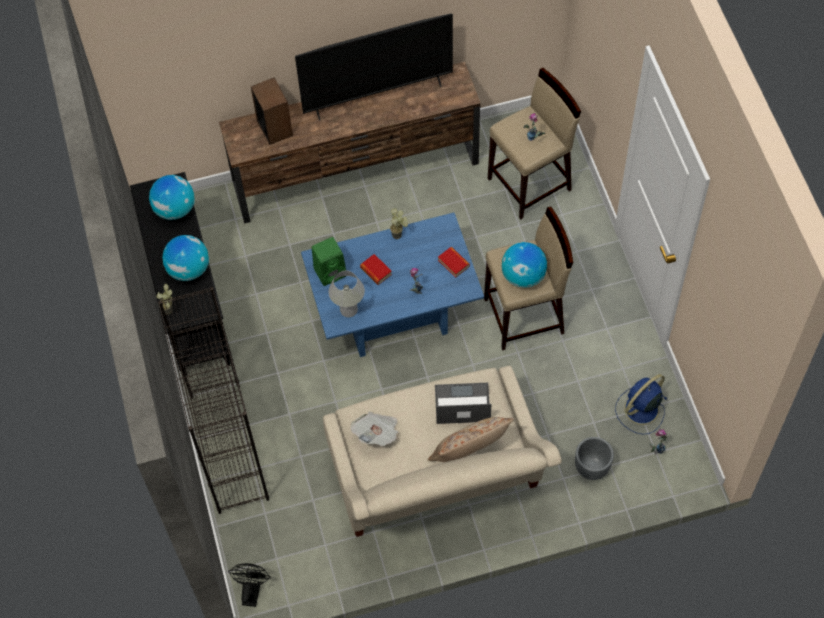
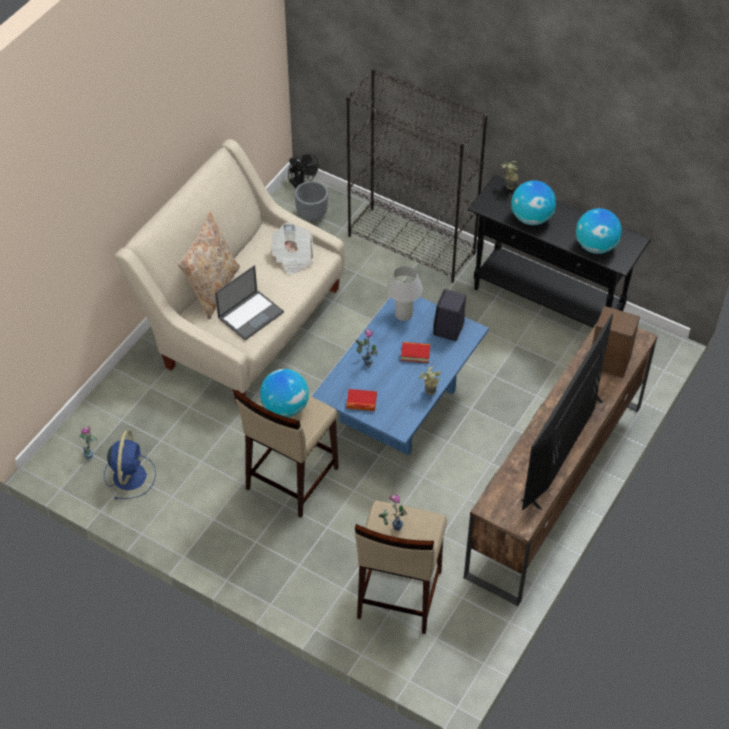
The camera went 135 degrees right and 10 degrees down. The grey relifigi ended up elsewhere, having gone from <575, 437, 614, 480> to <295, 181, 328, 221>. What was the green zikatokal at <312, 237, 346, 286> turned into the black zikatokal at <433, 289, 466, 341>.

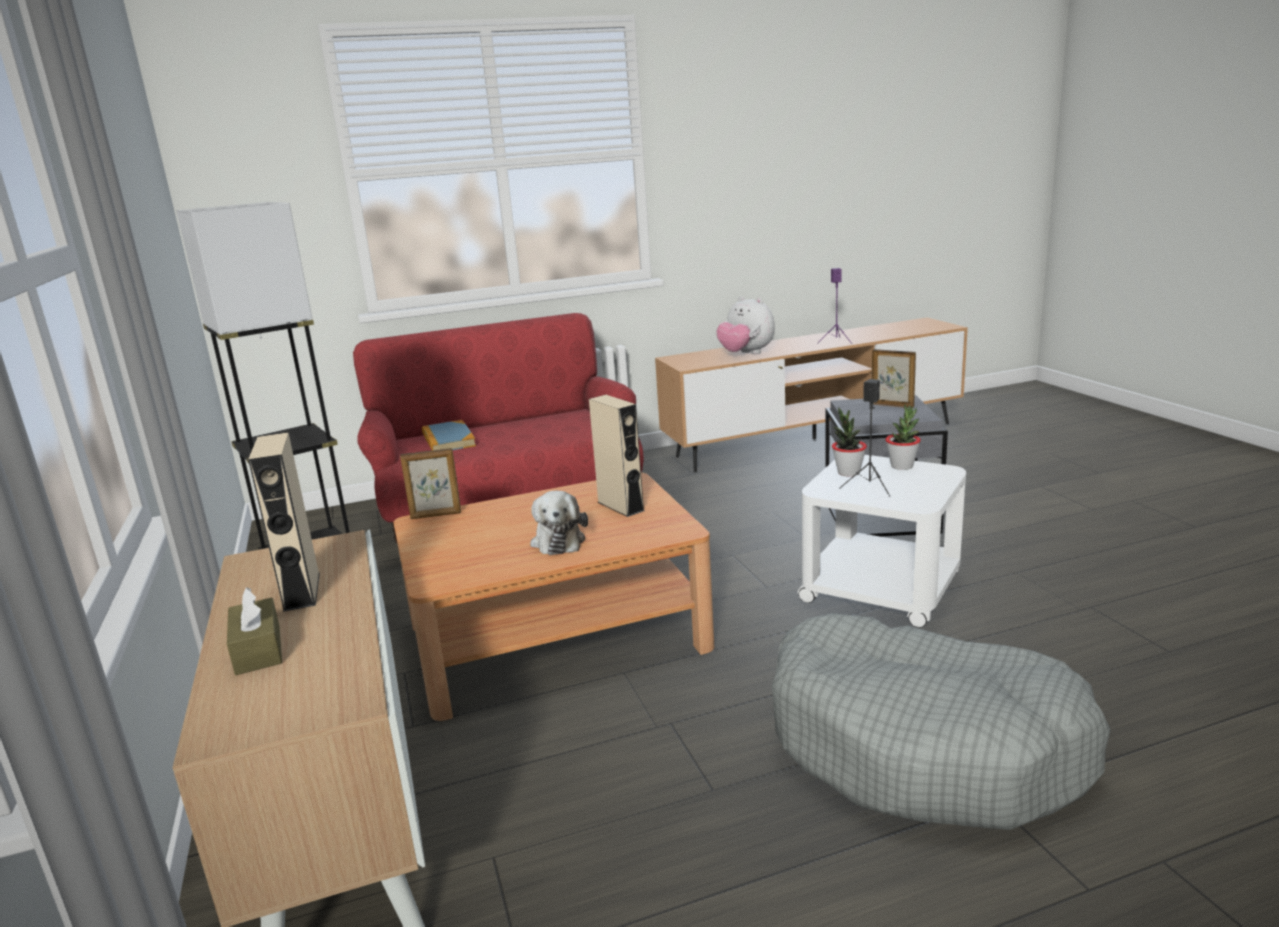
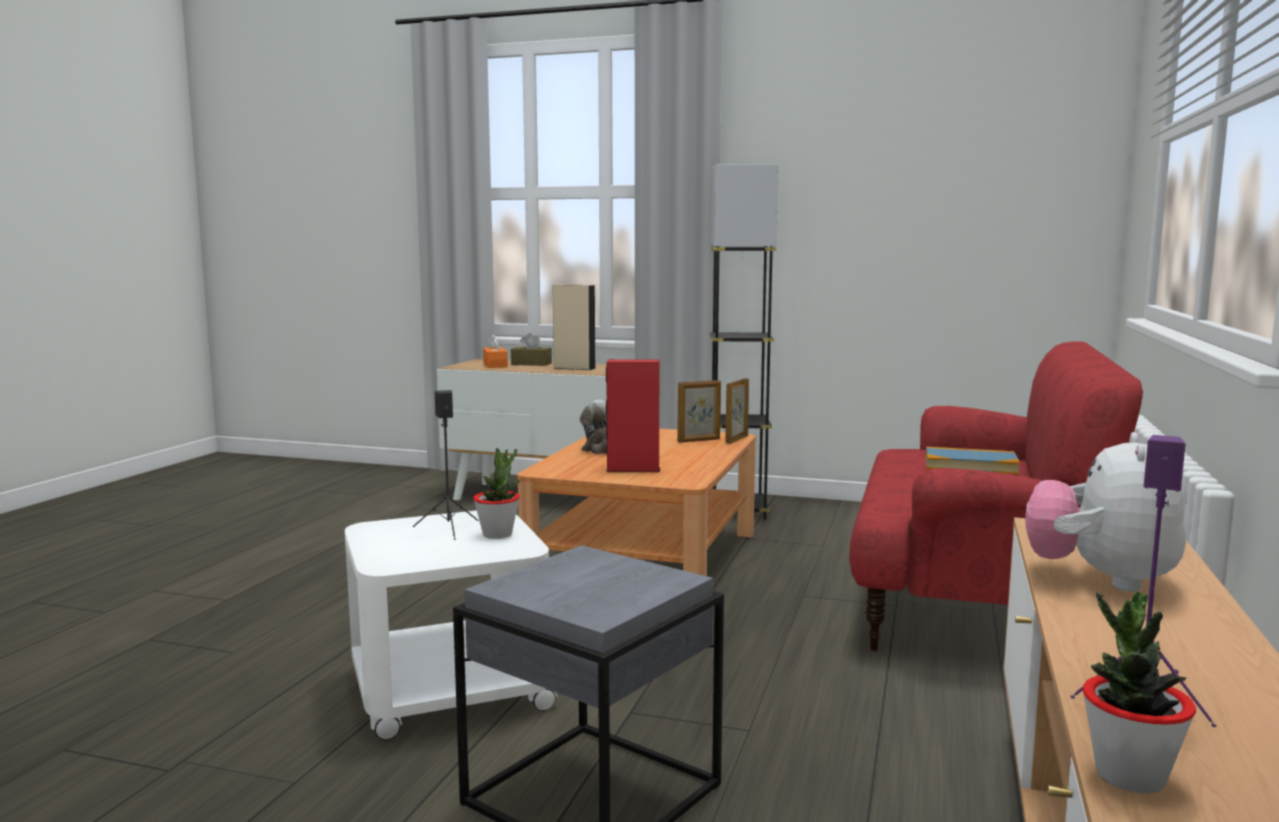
The camera went 125 degrees right and 10 degrees down. The second view lost the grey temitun at <772, 613, 1111, 830>. The second view gained the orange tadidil at <483, 334, 508, 368>. The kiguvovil ended up elsewhere, having gone from <872, 349, 916, 408> to <677, 380, 721, 443>. The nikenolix ended up elsewhere, having gone from <885, 405, 921, 470> to <1082, 591, 1196, 794>. What was the beige zikatokal at <589, 395, 644, 517> turned into the red zikatokal at <606, 359, 660, 472>. The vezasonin at <717, 297, 775, 354> ended up facing another way, 60 degrees counterclockwise from before.

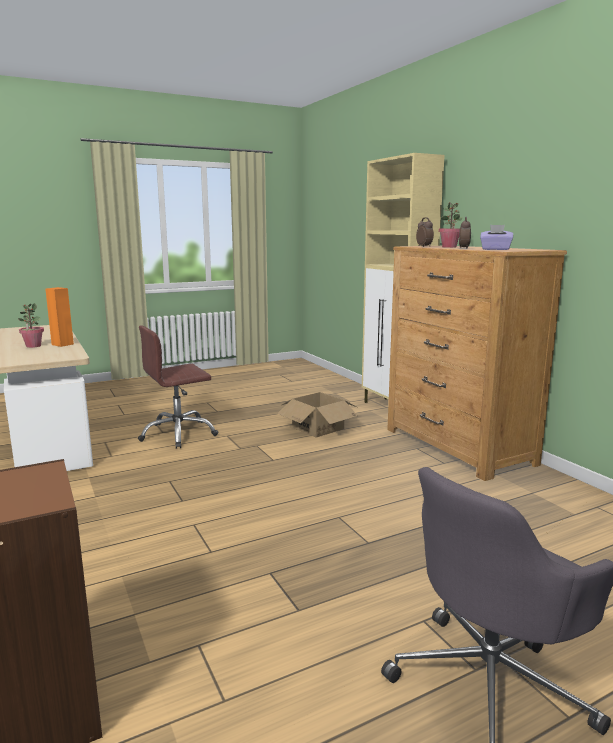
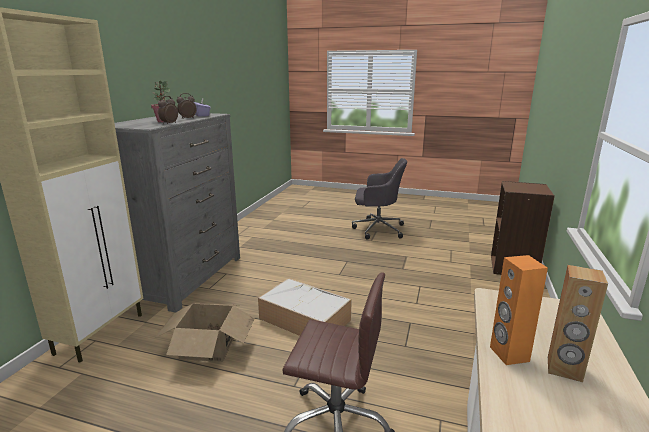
The camera went 135 degrees left and 5 degrees up. The second view gained the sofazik at <258, 278, 352, 336>. Where the nikenolix stood at <18, 303, 44, 348>, the brown zikatokal came to stand at <548, 265, 608, 382>. What was the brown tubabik at <387, 246, 567, 481> turned into the grey tubabik at <114, 113, 240, 313>.

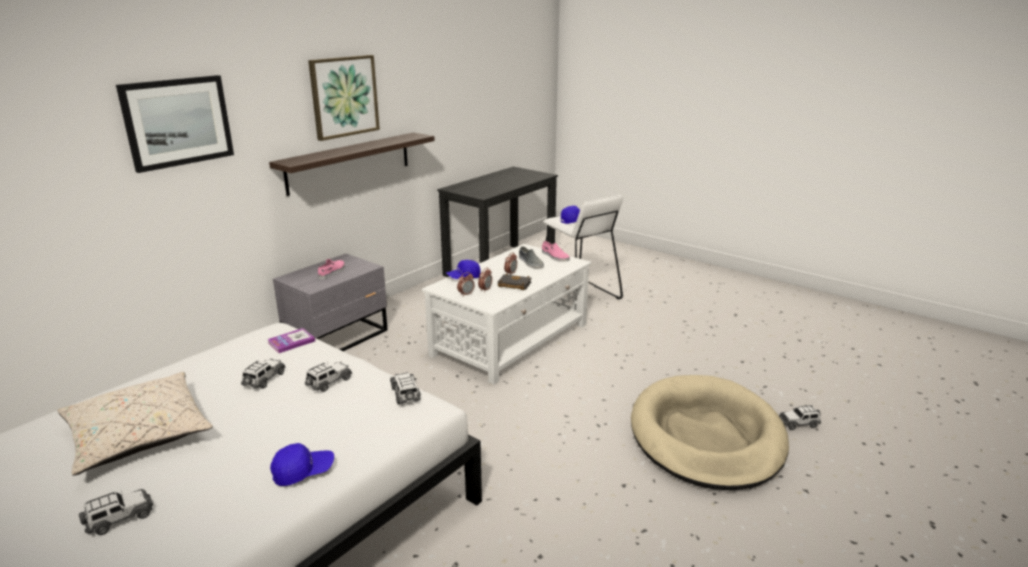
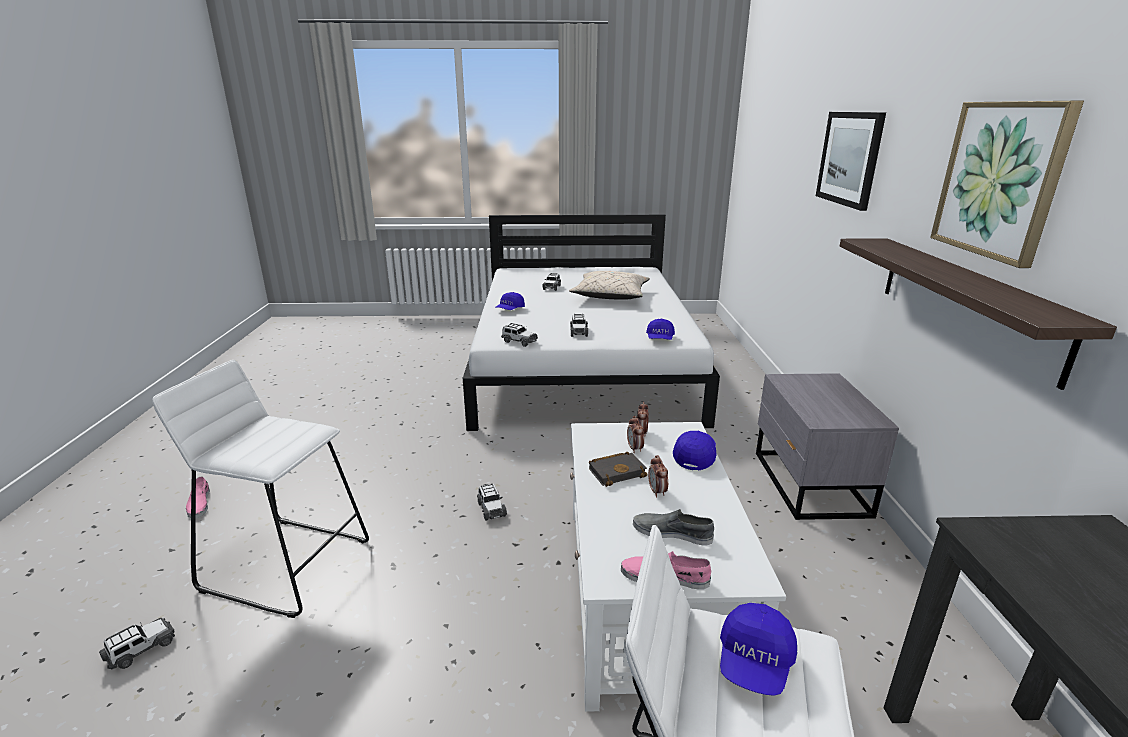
The camera went 140 degrees right and 0 degrees up. The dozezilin ended up elsewhere, having gone from <241, 358, 286, 389> to <477, 483, 507, 521>. The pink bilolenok ended up elsewhere, having gone from <318, 259, 345, 279> to <186, 477, 210, 518>. Where the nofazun stood at <267, 328, 315, 353>, the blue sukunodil came to stand at <646, 318, 675, 340>. Where the beige temitun stood at <631, 375, 789, 490>, the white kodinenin came to stand at <152, 360, 369, 618>.

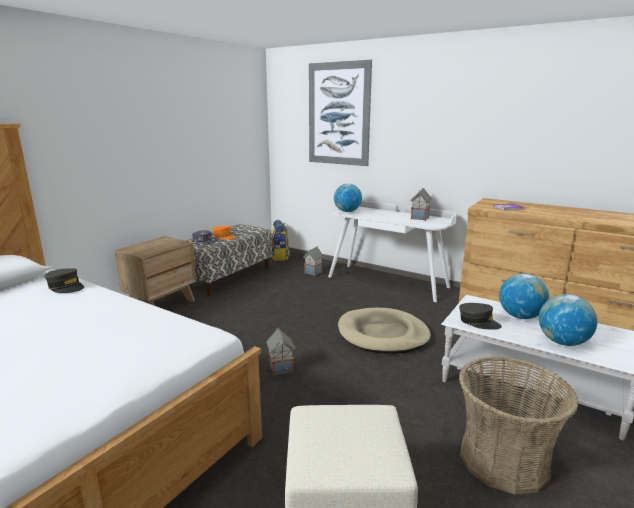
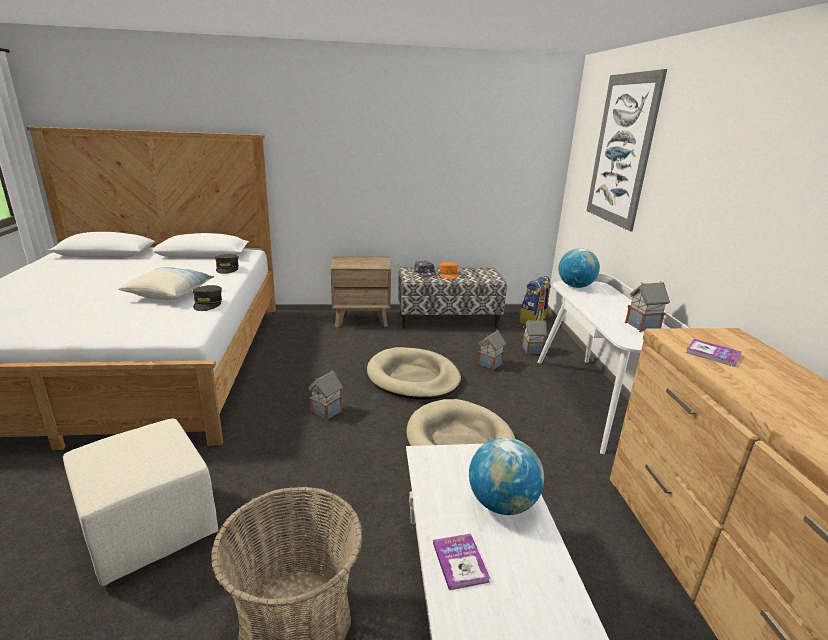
The camera went 50 degrees right and 5 degrees up. The second view gained the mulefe at <118, 267, 214, 300>. The second view gained the beige temitun at <367, 347, 461, 399>. The second view gained the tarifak at <478, 329, 506, 371>. The grey sukunodil ended up elsewhere, having gone from <459, 303, 502, 330> to <193, 285, 222, 311>. Where the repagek stood at <539, 294, 597, 346>, the nofazun came to stand at <433, 534, 490, 590>.

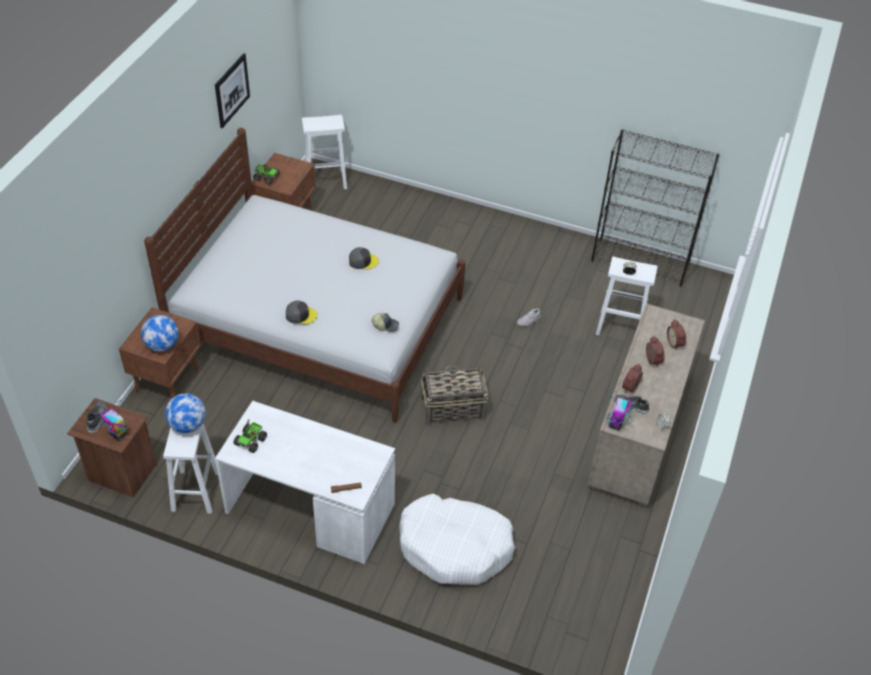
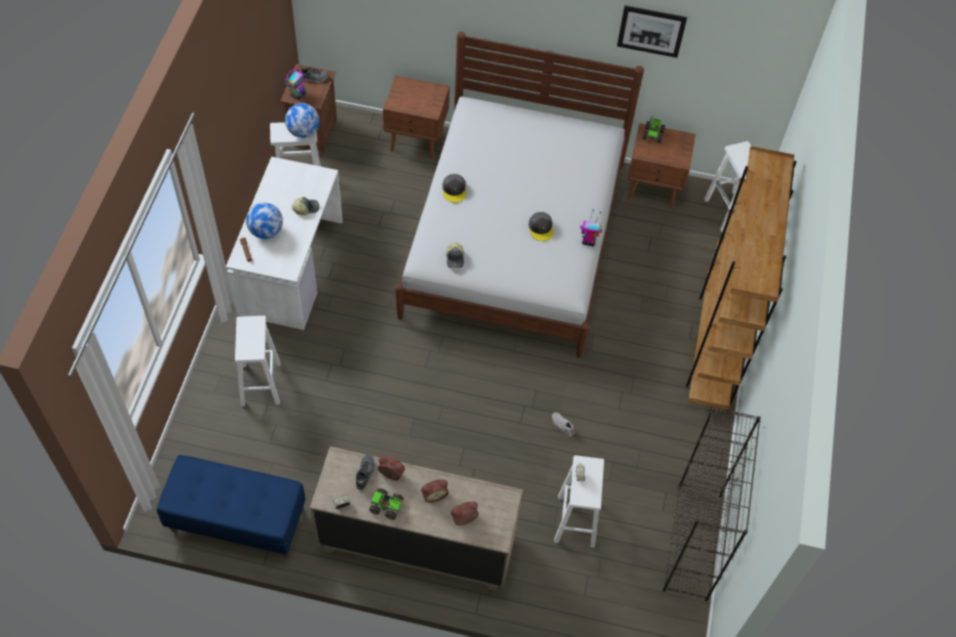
The camera went 80 degrees right and 10 degrees up. The second view lost the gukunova at <420, 365, 489, 425>. The second view gained the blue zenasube at <157, 455, 306, 558>. The second view gained the sukunodil at <291, 197, 320, 215>. The second view gained the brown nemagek at <686, 146, 797, 410>. The repagek ended up elsewhere, having gone from <141, 315, 179, 351> to <246, 202, 283, 239>. The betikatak ended up elsewhere, having gone from <233, 419, 267, 453> to <369, 488, 403, 520>. The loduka ended up elsewhere, having gone from <607, 389, 633, 430> to <580, 209, 602, 246>. Where the white temitun stood at <399, 494, 515, 585>, the white kodinenin came to stand at <235, 316, 281, 406>.

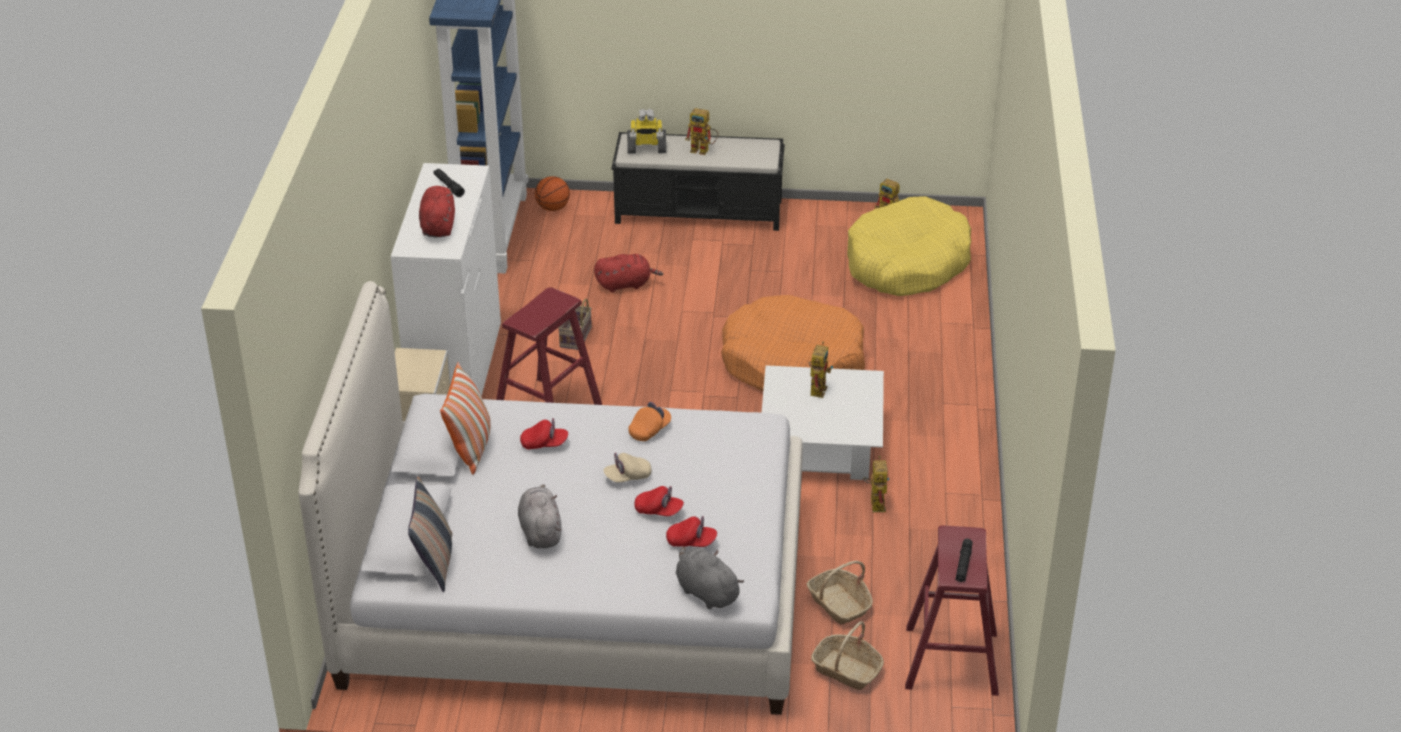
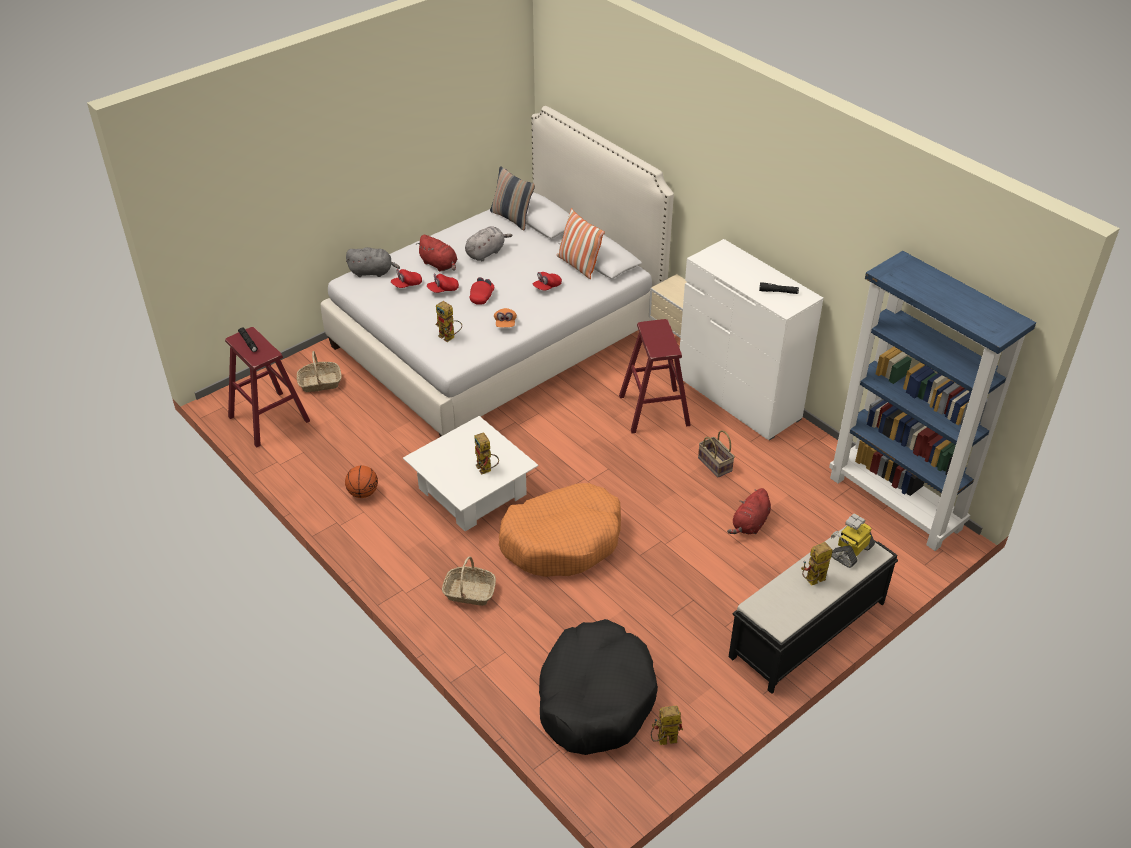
The camera went 135 degrees right and 5 degrees up. The red vezasonin ended up elsewhere, having gone from <419, 186, 455, 238> to <417, 235, 458, 271>. The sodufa ended up elsewhere, having gone from <535, 176, 570, 211> to <345, 465, 378, 498>. The gukunova ended up elsewhere, having gone from <807, 561, 873, 625> to <442, 556, 496, 606>. The loduka ended up elsewhere, having gone from <863, 456, 889, 512> to <436, 301, 462, 342>. What was the beige sukunodil at <603, 453, 651, 483> turned into the red sukunodil at <470, 277, 494, 305>. What was the yellow temitun at <847, 196, 971, 296> turned into the black temitun at <539, 619, 658, 755>. The grey vezasonin at <518, 484, 562, 548> ended up facing another way, 75 degrees counterclockwise from before.

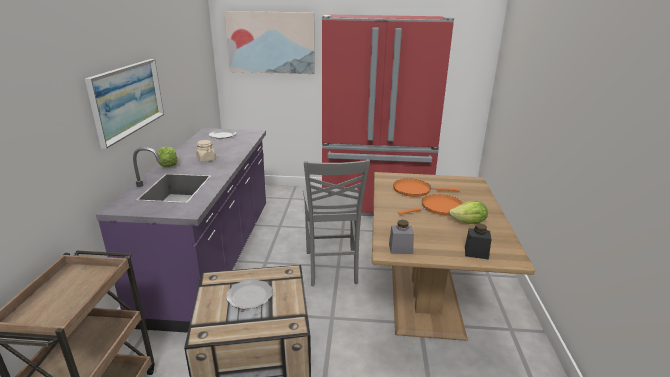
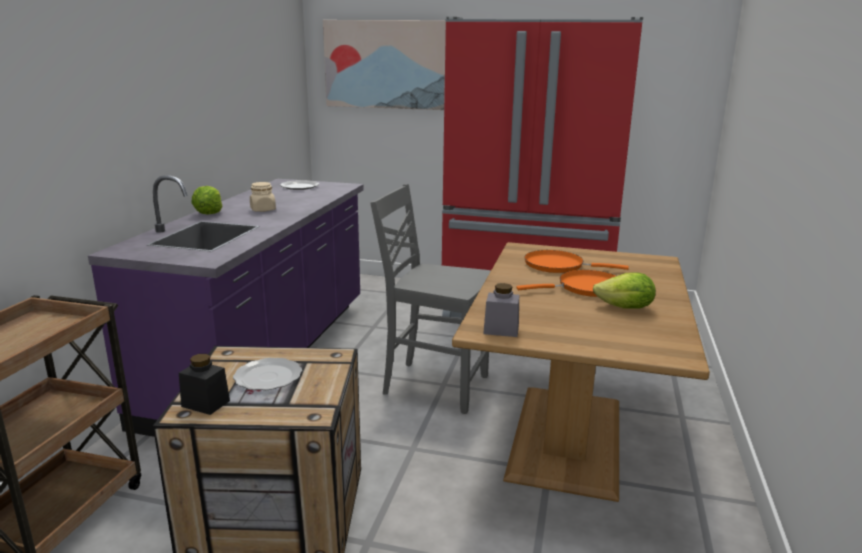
The camera went 10 degrees right and 5 degrees down. The second view lost the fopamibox at <85, 59, 164, 149>. The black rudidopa ended up elsewhere, having gone from <465, 223, 491, 260> to <179, 354, 230, 415>. The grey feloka at <303, 160, 370, 286> ended up facing another way, 105 degrees clockwise from before.

